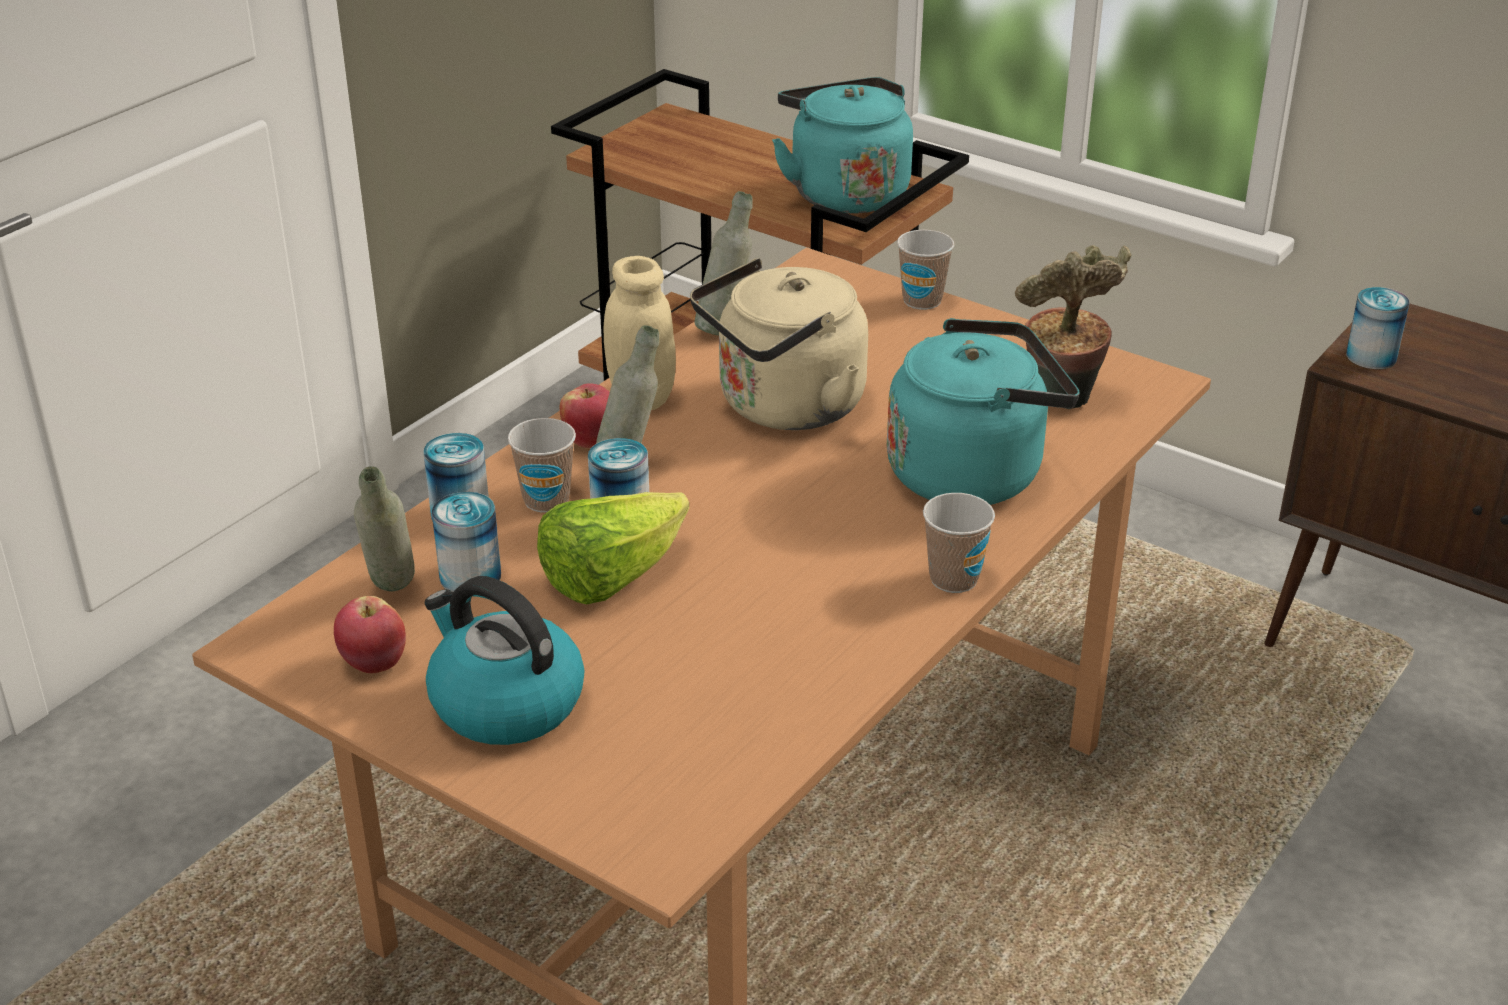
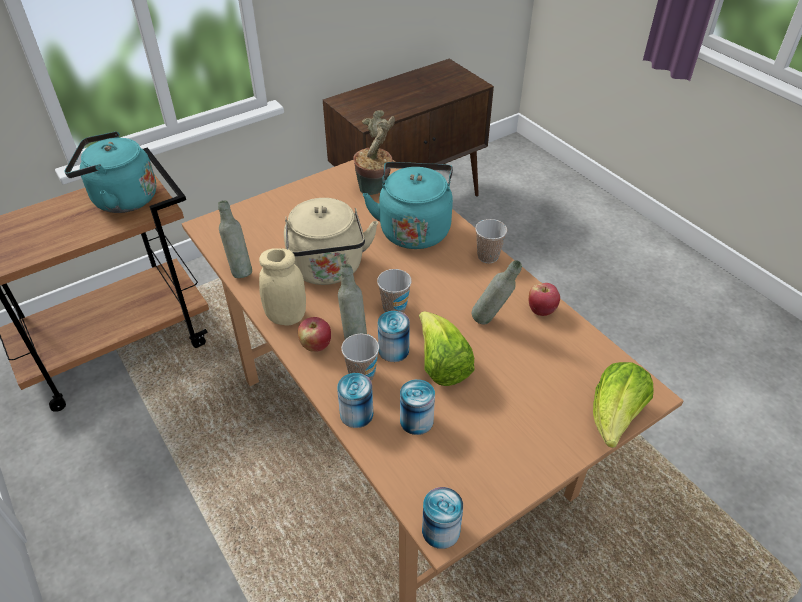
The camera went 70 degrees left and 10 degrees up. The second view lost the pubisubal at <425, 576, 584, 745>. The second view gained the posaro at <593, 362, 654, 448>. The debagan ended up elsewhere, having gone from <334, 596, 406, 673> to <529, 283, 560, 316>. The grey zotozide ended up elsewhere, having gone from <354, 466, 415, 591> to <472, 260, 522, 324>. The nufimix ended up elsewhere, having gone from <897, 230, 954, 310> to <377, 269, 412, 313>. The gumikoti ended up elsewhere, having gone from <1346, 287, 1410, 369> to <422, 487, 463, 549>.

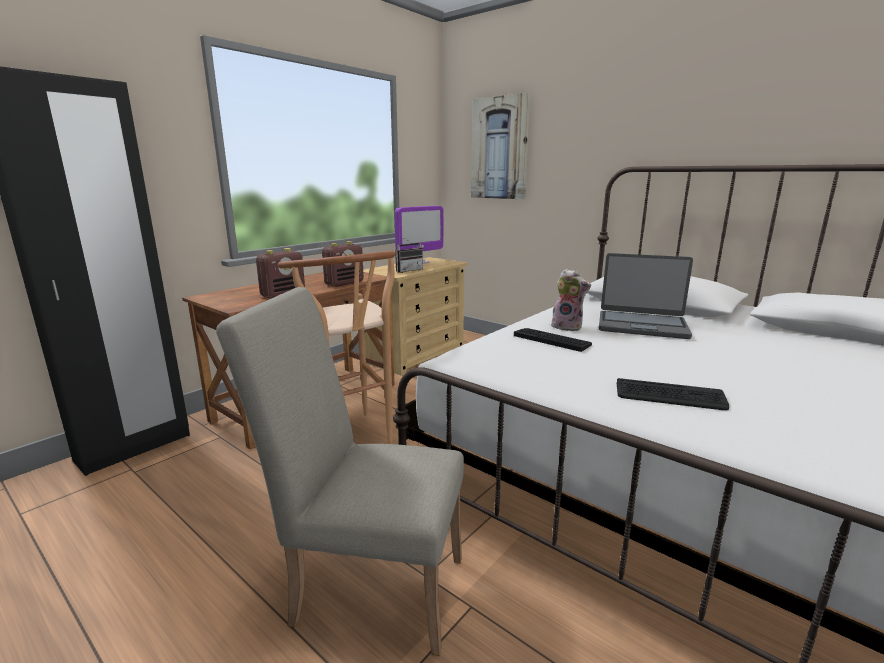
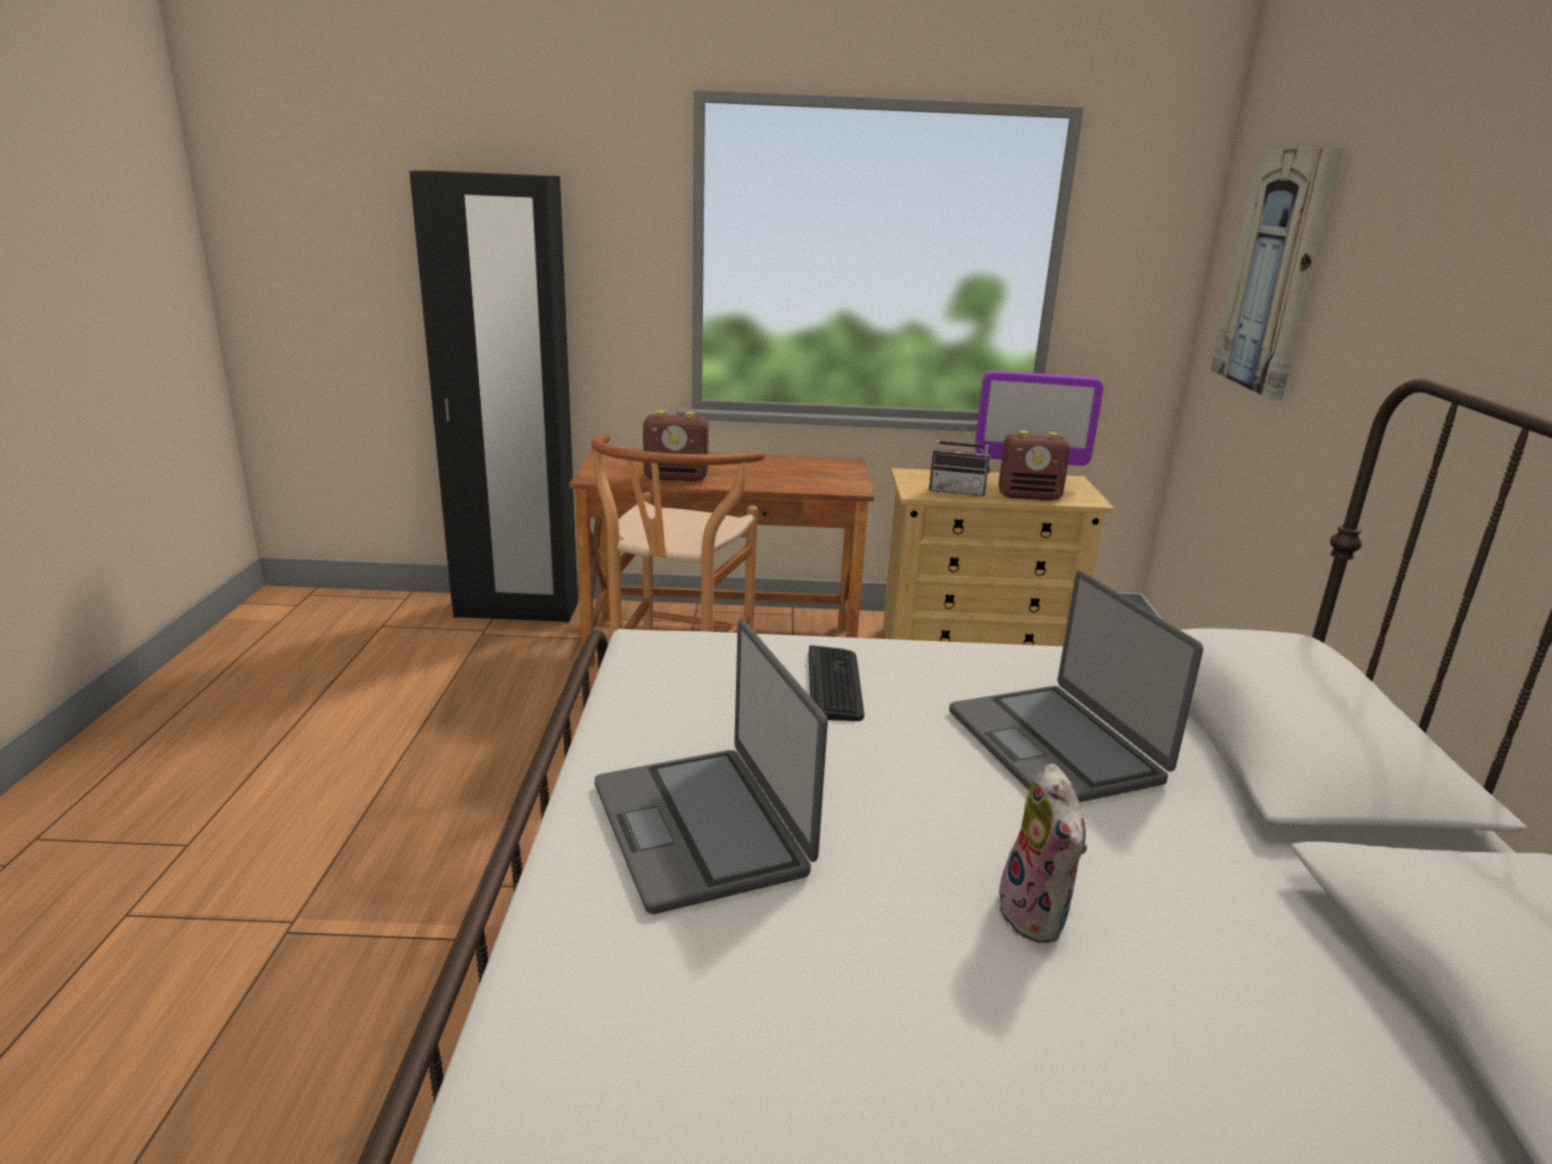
The camera went 50 degrees right and 5 degrees up. The second view lost the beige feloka at <216, 287, 464, 656>. The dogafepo ended up elsewhere, having gone from <322, 241, 364, 287> to <998, 431, 1070, 500>. The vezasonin ended up elsewhere, having gone from <551, 269, 591, 331> to <999, 763, 1087, 943>. Where the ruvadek stood at <617, 378, 729, 410>, the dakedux came to stand at <595, 620, 828, 914>.

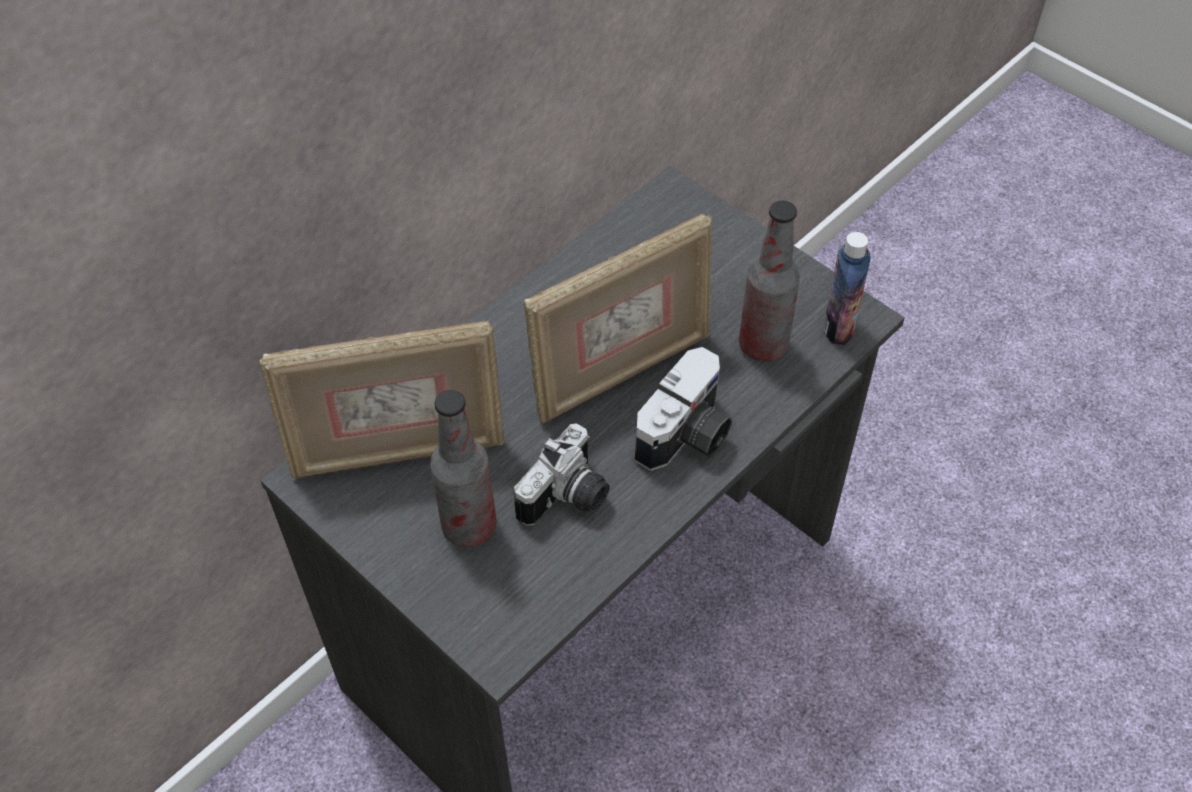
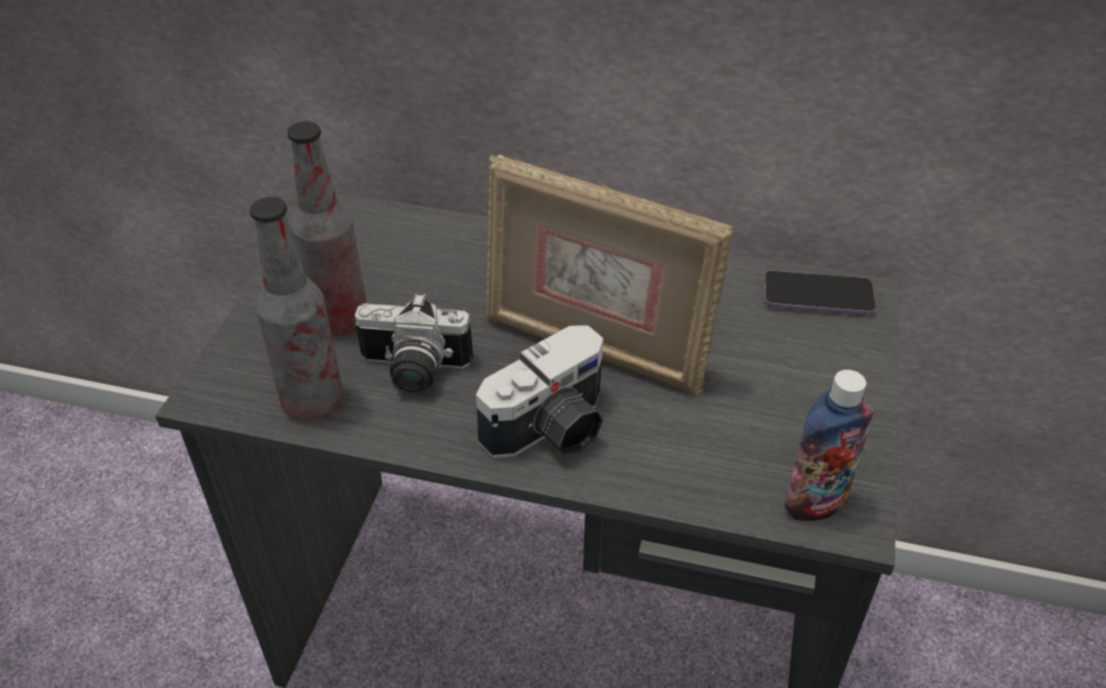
The camera went 60 degrees right and 10 degrees down. The second view lost the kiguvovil at <259, 321, 505, 478>. The second view gained the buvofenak at <764, 270, 876, 315>. The zotozide ended up elsewhere, having gone from <739, 201, 800, 361> to <250, 197, 343, 420>. The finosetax at <635, 347, 732, 471> ended up facing another way, 45 degrees counterclockwise from before.

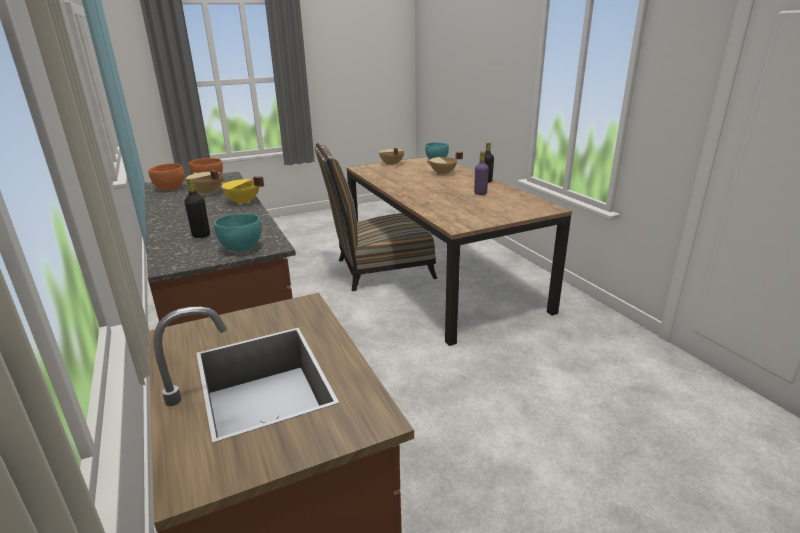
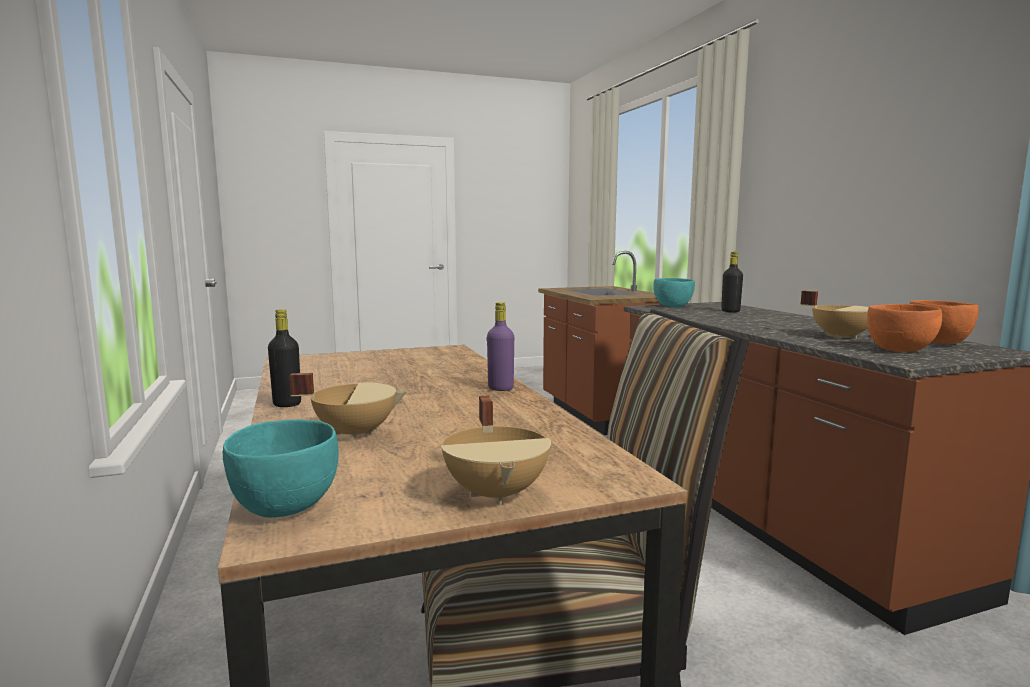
The camera went 175 degrees left and 15 degrees down. The second view lost the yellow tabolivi at <221, 176, 264, 205>. The purple zotozide ended up elsewhere, having gone from <474, 151, 489, 195> to <487, 302, 514, 391>.

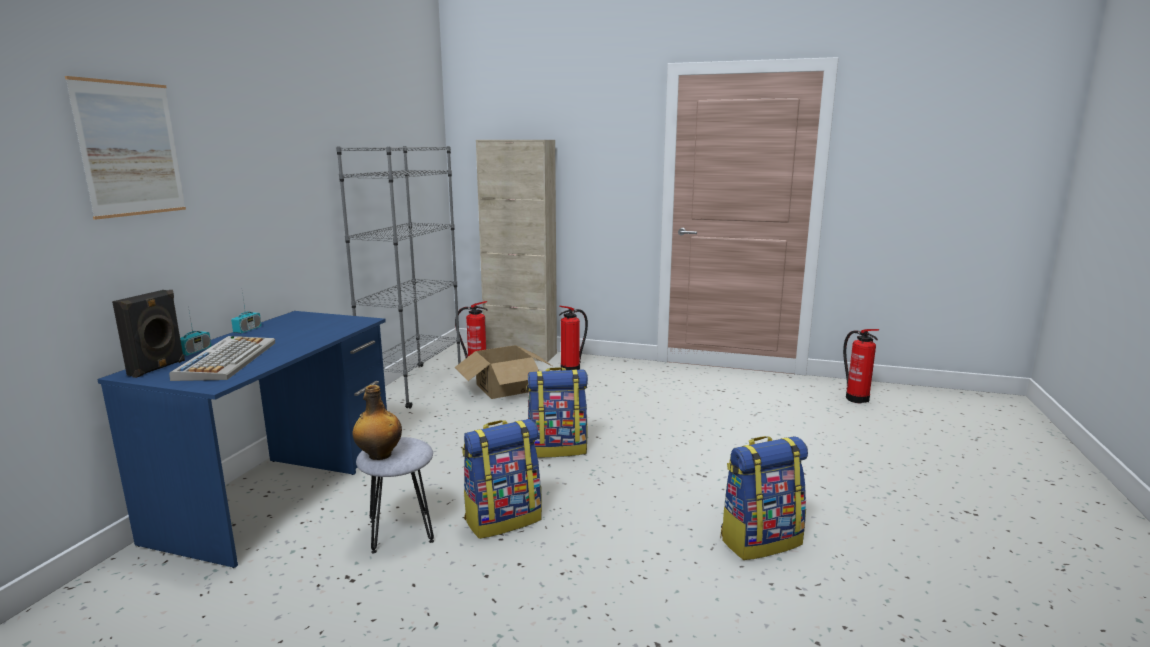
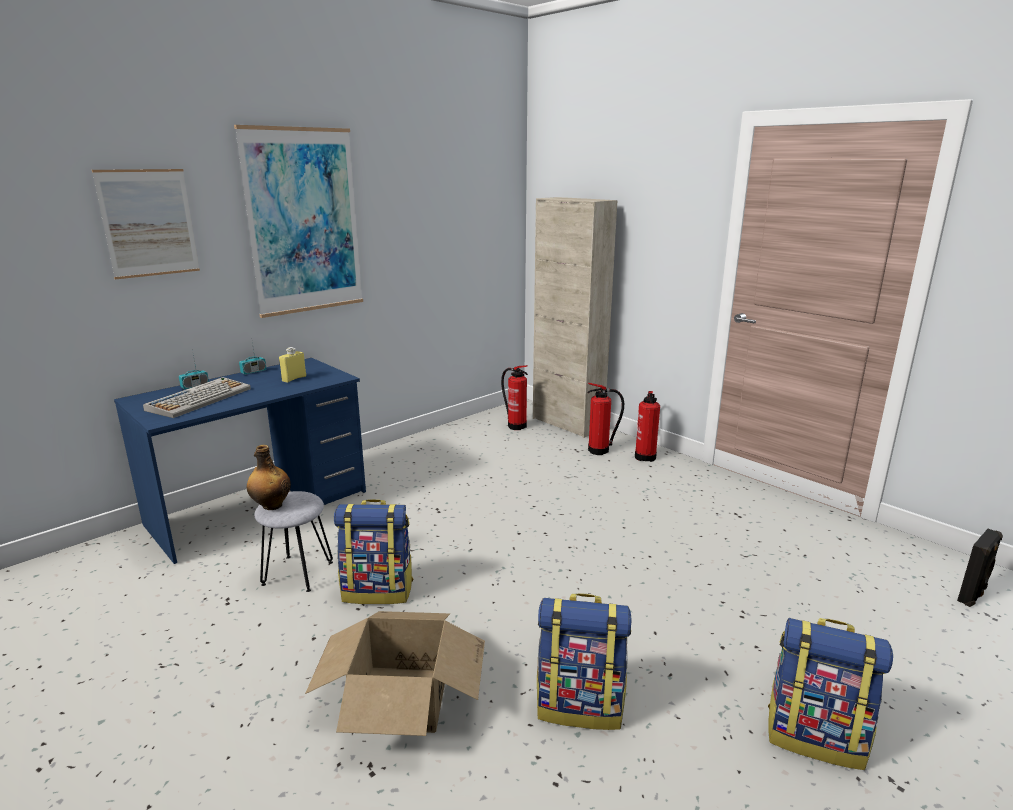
The camera went 30 degrees right and 5 degrees up. The second view lost the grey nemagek at <336, 146, 461, 409>. The second view gained the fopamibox at <234, 125, 363, 318>. The second view gained the yellow zotozide at <279, 347, 306, 383>. The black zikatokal ended up elsewhere, having gone from <112, 290, 185, 378> to <957, 529, 1003, 607>. The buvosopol ended up elsewhere, having gone from <454, 345, 554, 399> to <305, 611, 485, 736>. The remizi ended up elsewhere, having gone from <526, 367, 588, 458> to <768, 618, 893, 770>. The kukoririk ended up elsewhere, having gone from <843, 329, 879, 404> to <635, 391, 660, 462>.

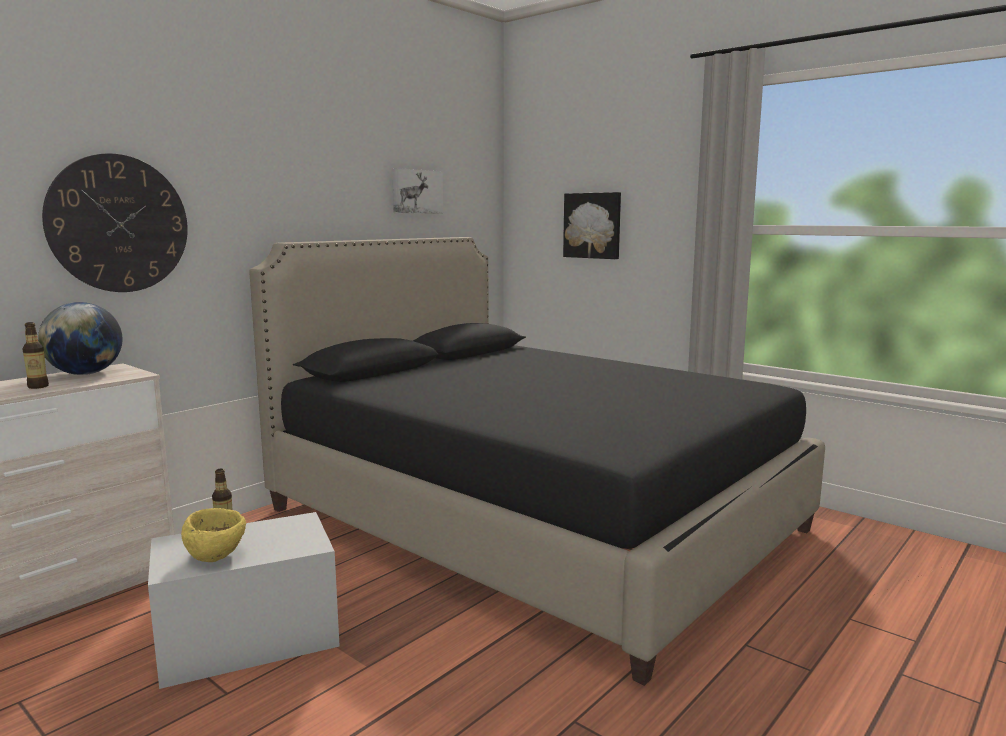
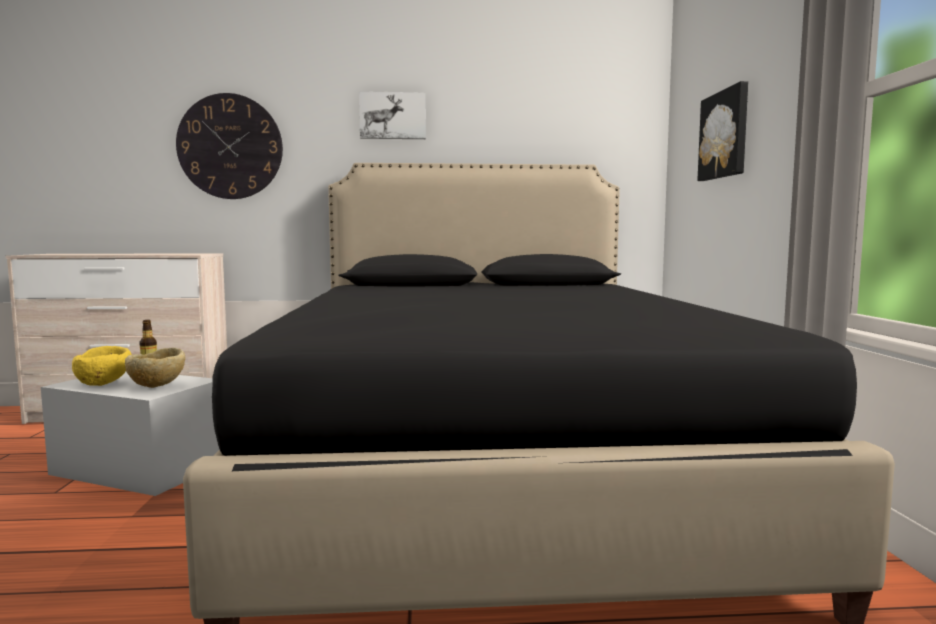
The camera went 45 degrees right and 5 degrees down. The second view lost the zotozide at <22, 322, 49, 389>. The second view lost the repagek at <38, 302, 122, 375>. The second view gained the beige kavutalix at <125, 348, 186, 388>. The fopamibox ended up elsewhere, having gone from <392, 168, 443, 213> to <359, 91, 426, 139>.

